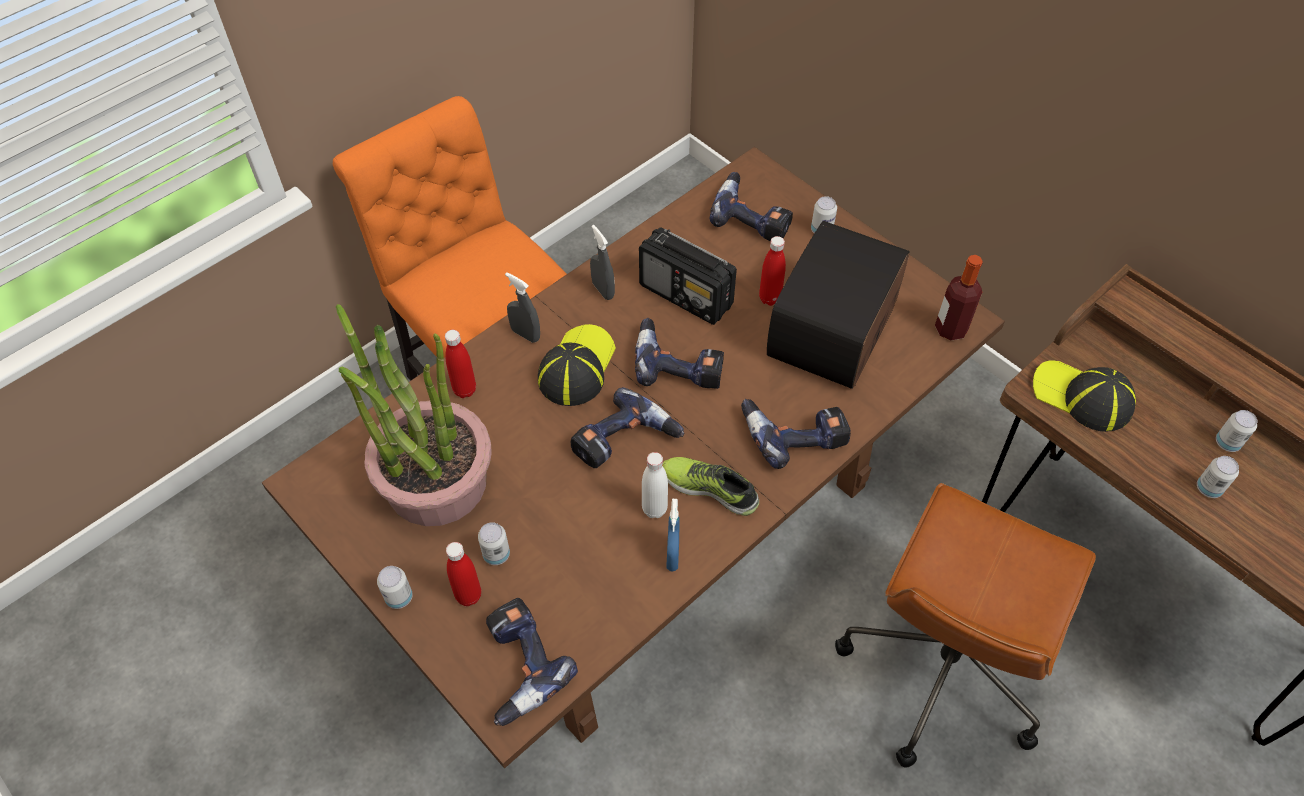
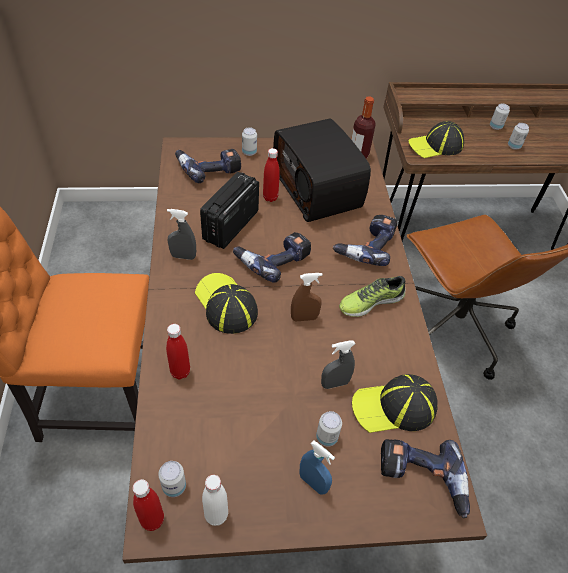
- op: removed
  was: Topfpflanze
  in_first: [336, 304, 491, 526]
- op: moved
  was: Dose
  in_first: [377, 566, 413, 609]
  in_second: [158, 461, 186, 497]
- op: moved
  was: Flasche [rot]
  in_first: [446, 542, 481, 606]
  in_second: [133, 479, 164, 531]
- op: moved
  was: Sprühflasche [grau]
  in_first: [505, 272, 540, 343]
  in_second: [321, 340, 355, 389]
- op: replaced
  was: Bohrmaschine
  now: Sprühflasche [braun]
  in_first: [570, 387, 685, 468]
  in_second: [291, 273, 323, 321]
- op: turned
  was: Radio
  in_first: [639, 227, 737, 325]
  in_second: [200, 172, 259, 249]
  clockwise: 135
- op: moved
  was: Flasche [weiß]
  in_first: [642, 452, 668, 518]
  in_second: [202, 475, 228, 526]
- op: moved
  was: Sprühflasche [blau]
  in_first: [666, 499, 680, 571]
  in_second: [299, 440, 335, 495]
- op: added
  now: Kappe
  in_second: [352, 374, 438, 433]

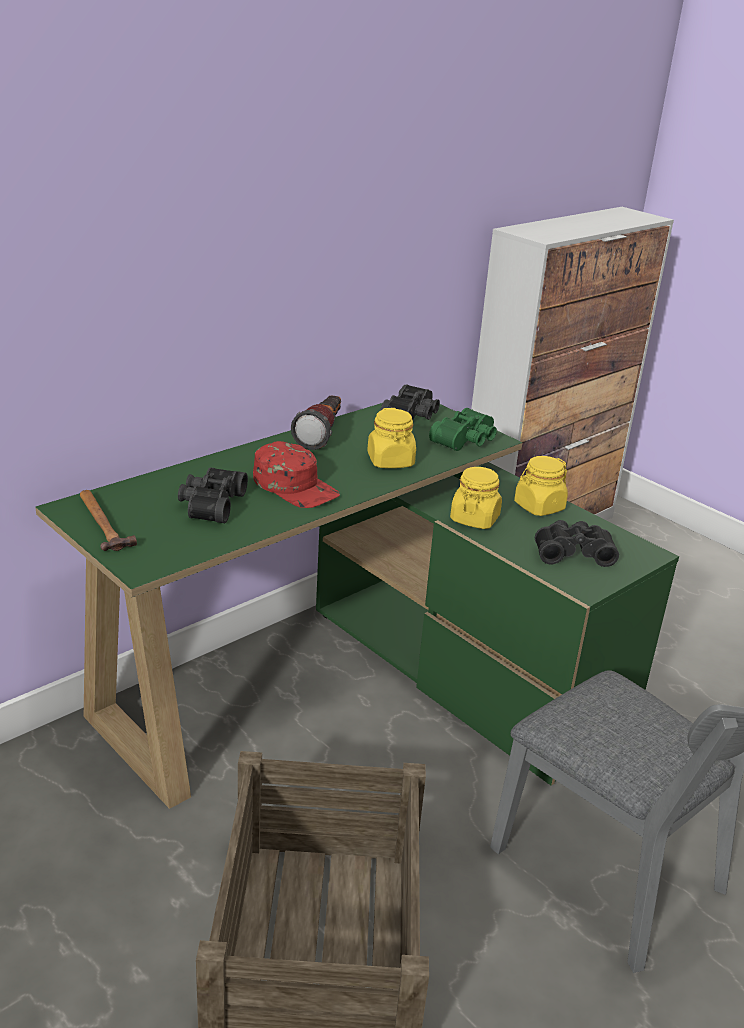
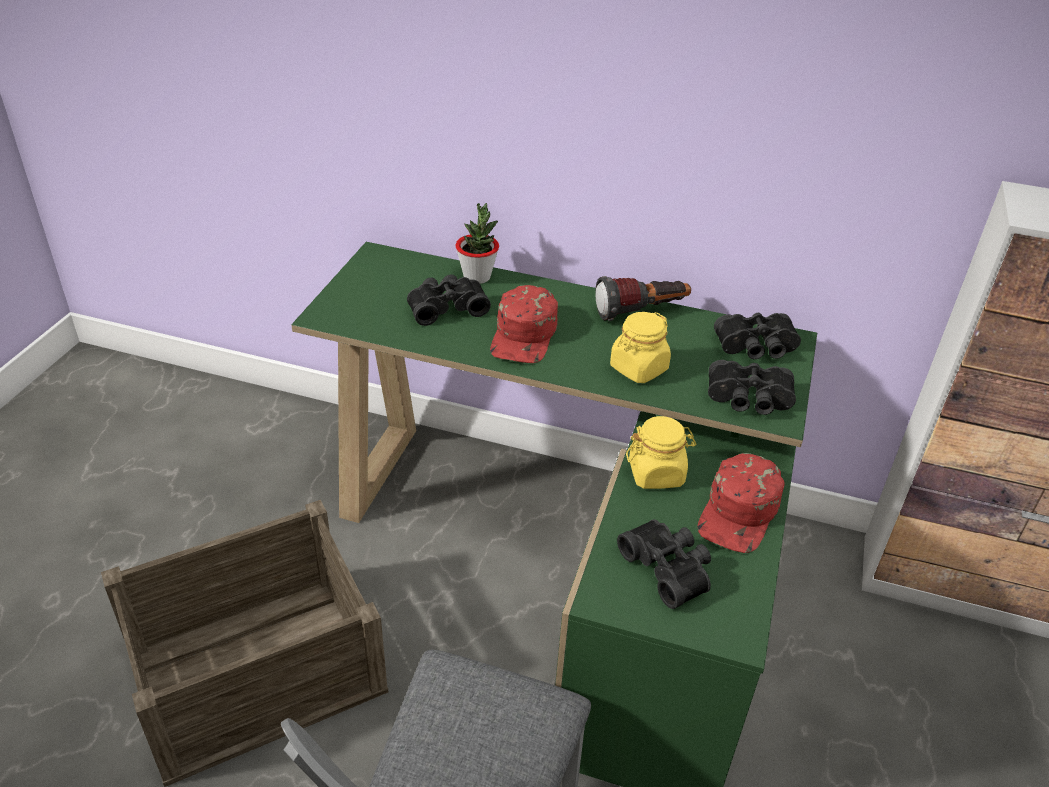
- op: removed
  was: Hammer
  in_first: [80, 490, 137, 551]
- op: recoloured
  was: Fernglas [grün]
  now: Fernglas [schwarz]
  in_first: [429, 408, 497, 451]
  in_second: [708, 360, 796, 415]
- op: replaced
  was: Vorratsglas [gelb]
  now: Kappe [rot]
  in_first: [514, 456, 568, 516]
  in_second: [697, 453, 785, 553]
- op: added
  now: Topfpflanze
  in_second: [456, 203, 499, 284]

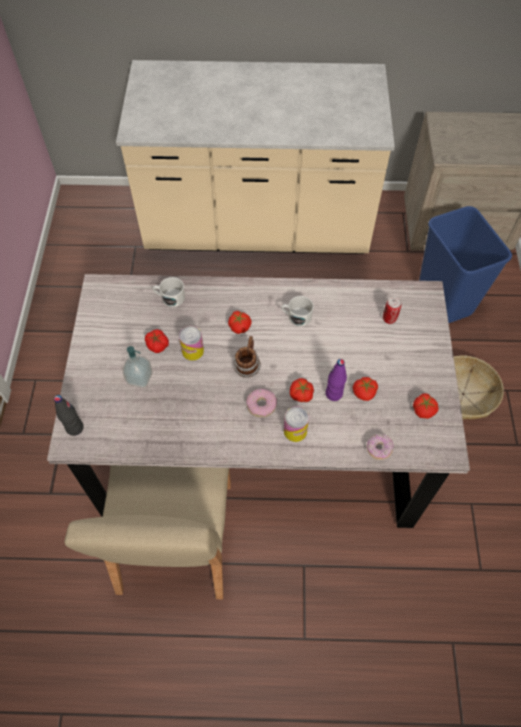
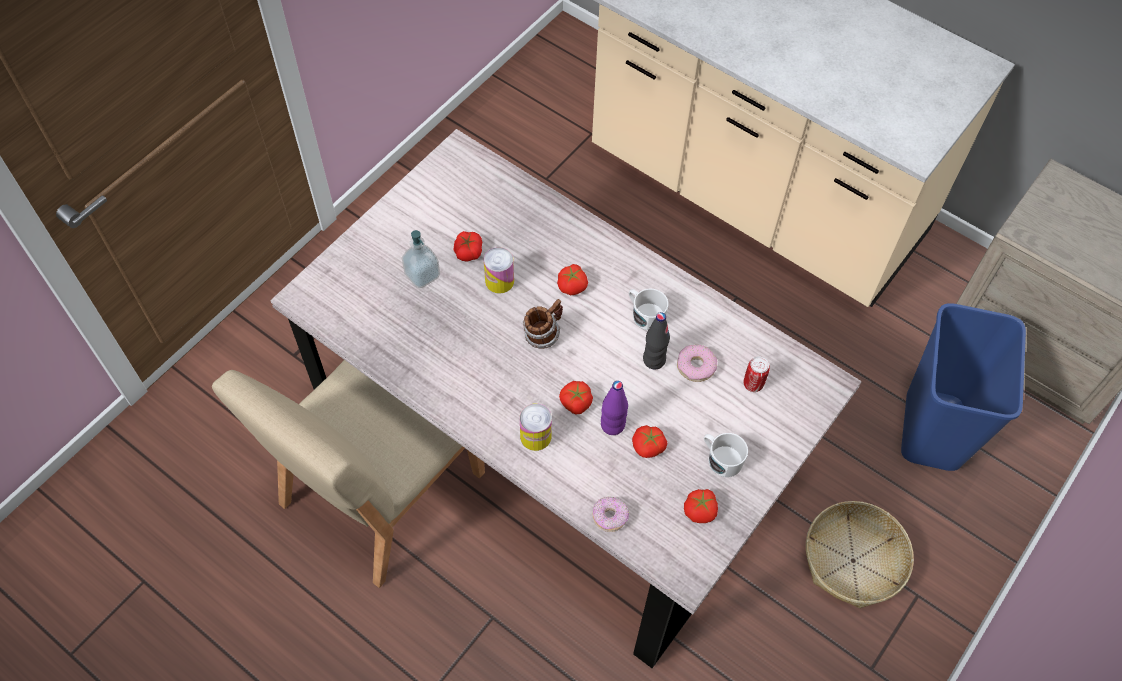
- op: moved
  was: Flasche [schwarz]
  in_first: [54, 395, 84, 436]
  in_second: [643, 312, 670, 370]
- op: moved
  was: Henkelbecher [weiß]
  in_first: [153, 277, 185, 307]
  in_second: [704, 433, 748, 477]
- op: moved
  was: Donut
  in_first: [246, 389, 277, 417]
  in_second: [677, 345, 718, 382]

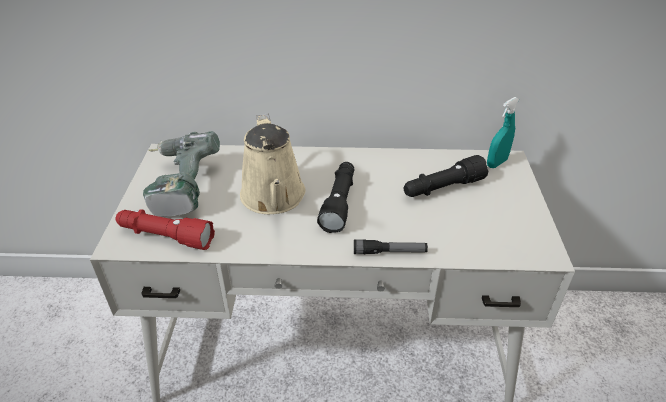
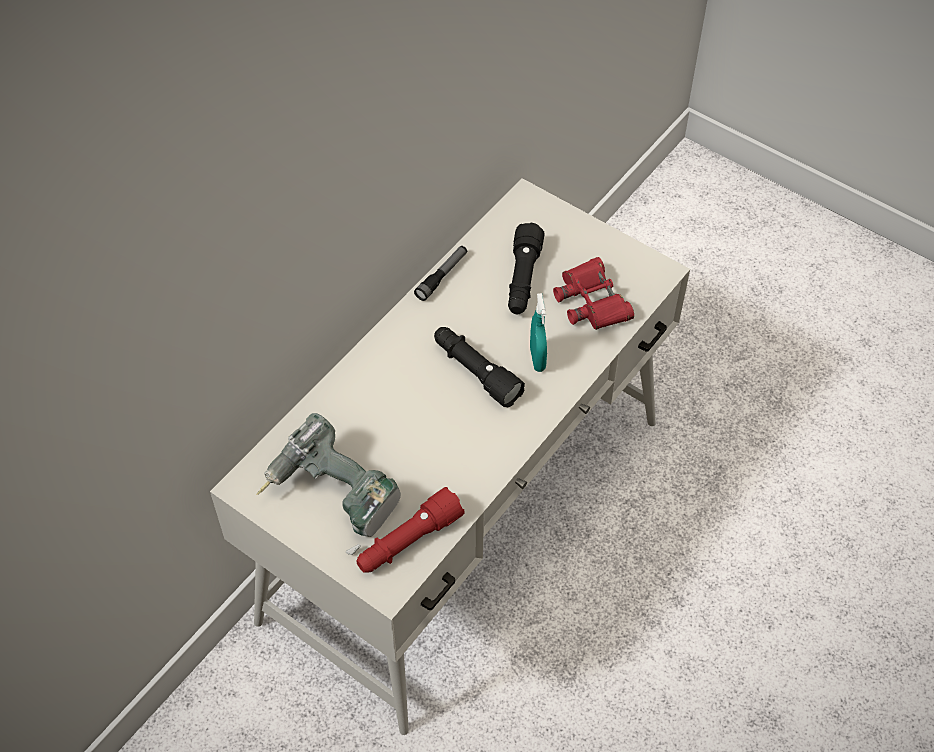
- op: removed
  was: Gießkanne [beige]
  in_first: [240, 113, 306, 214]
- op: moved
  was: Taschenlampe
  in_first: [354, 239, 428, 254]
  in_second: [414, 246, 467, 301]
- op: moved
  was: Sprühflasche [türkis]
  in_first: [487, 97, 519, 168]
  in_second: [530, 293, 547, 372]
- op: added
  now: Fernglas [rot]
  in_second: [553, 257, 634, 330]

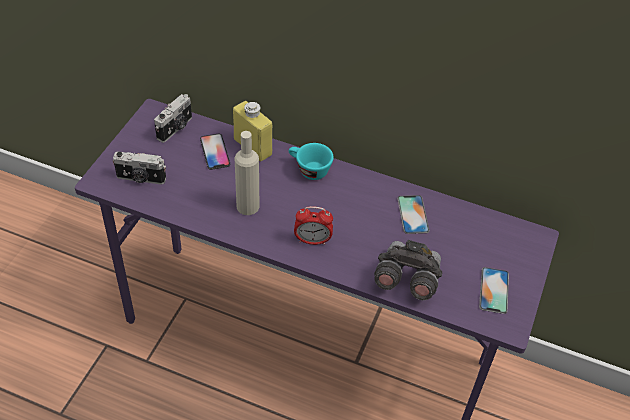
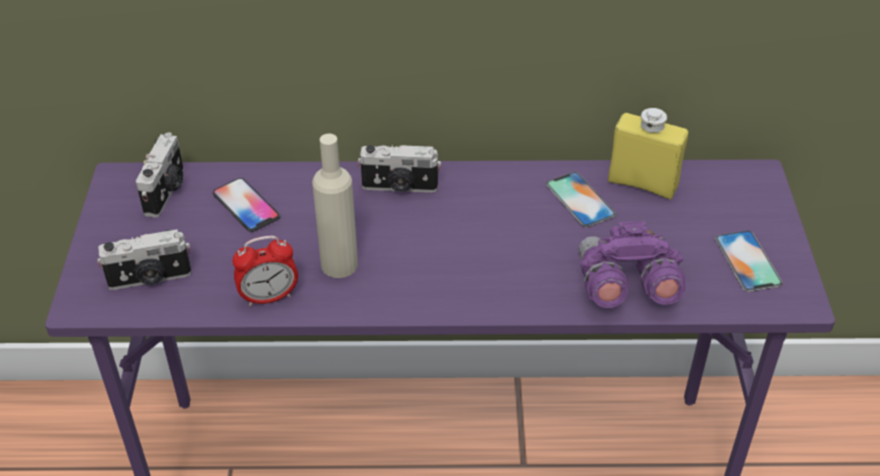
- op: moved
  was: Flasche [gelb]
  in_first: [233, 101, 272, 161]
  in_second: [608, 108, 688, 199]
- op: replaced
  was: Tasse [türkis]
  now: Kamera
  in_first: [289, 143, 334, 180]
  in_second: [358, 145, 441, 193]
- op: moved
  was: Wecker
  in_first: [294, 206, 333, 245]
  in_second: [232, 236, 298, 306]
- op: recoloured
  was: Fernglas [grau]
  now: Fernglas [lila]
  in_first: [374, 240, 442, 300]
  in_second: [578, 221, 686, 308]

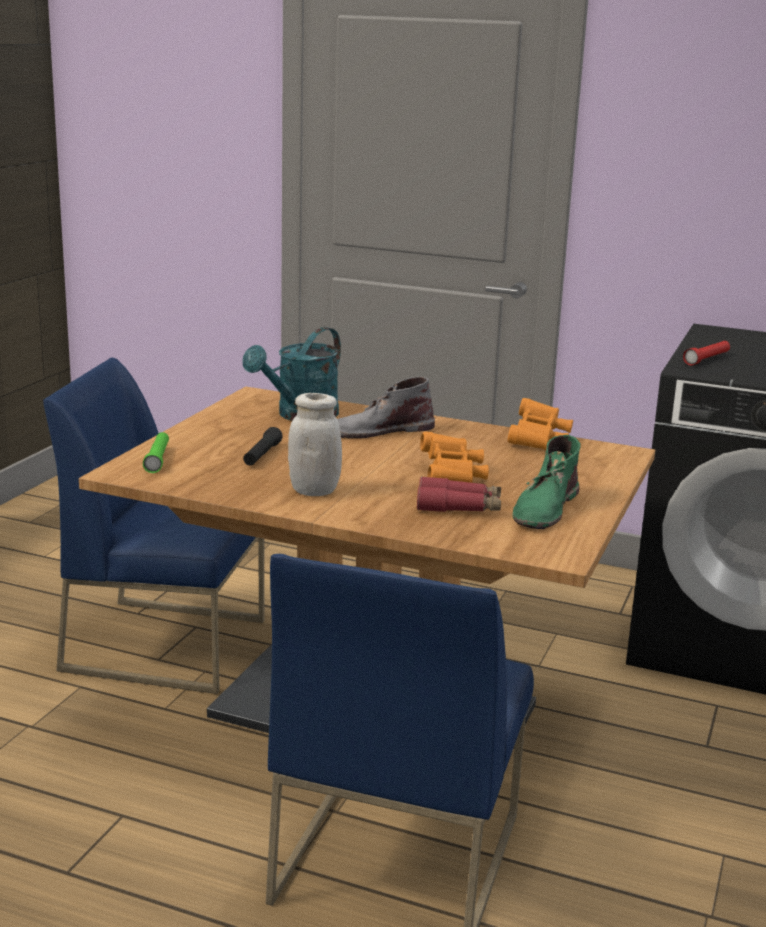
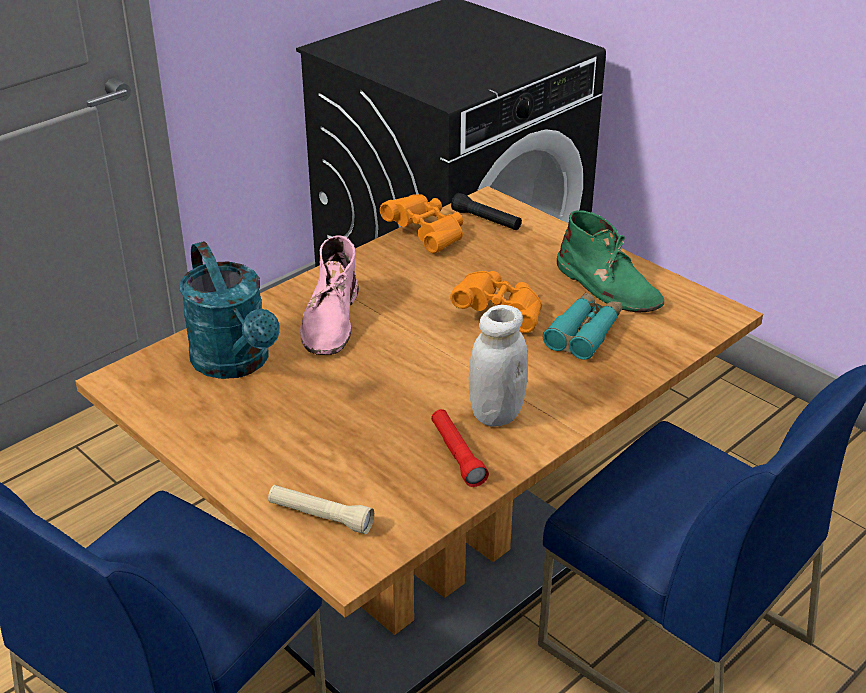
- op: recoloured
  was: Taschenlampe [grün]
  now: Taschenlampe [beige]
  in_first: [143, 432, 169, 473]
  in_second: [268, 485, 374, 534]
- op: moved
  was: Taschenlampe [schwarz]
  in_first: [243, 427, 283, 466]
  in_second: [451, 193, 522, 230]
- op: recoloured
  was: Stiefel [grau]
  now: Stiefel [rosa]
  in_first: [337, 377, 435, 438]
  in_second: [300, 235, 359, 355]
- op: recoloured
  was: Fernglas [rot]
  now: Fernglas [türkis]
  in_first: [417, 477, 501, 512]
  in_second: [543, 292, 622, 360]
- op: moved
  was: Taschenlampe [rot]
  in_first: [683, 341, 730, 365]
  in_second: [431, 409, 489, 487]

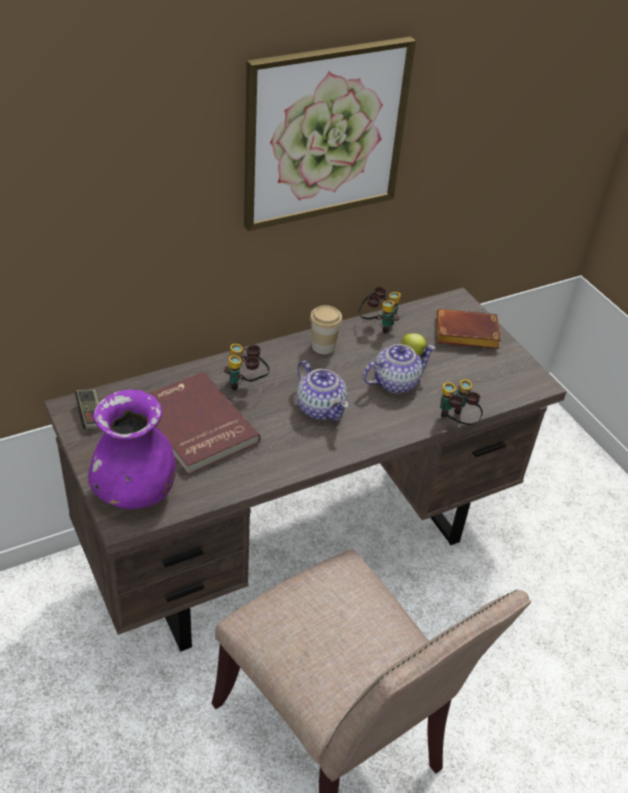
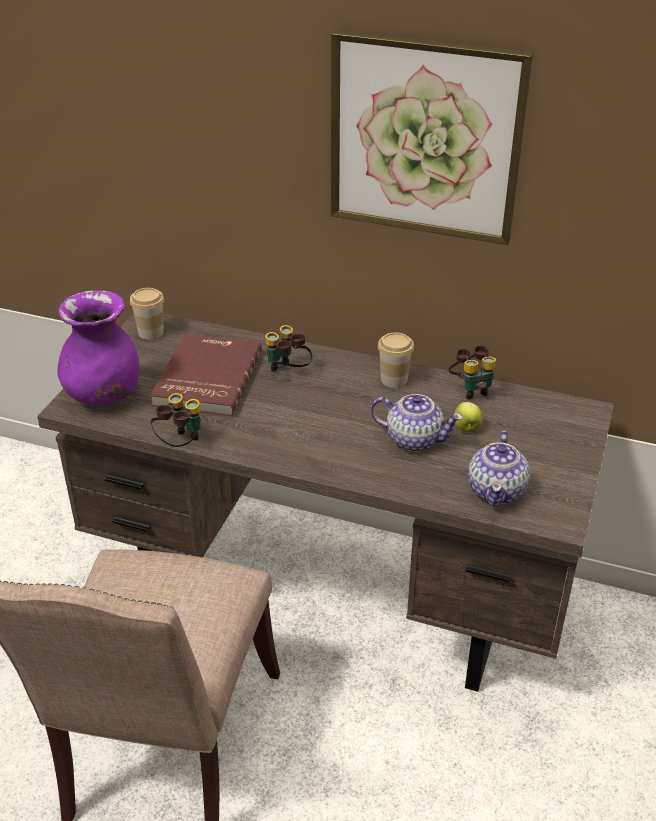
- op: replaced
  was: Gamepad
  now: Tasse
  in_first: [75, 389, 99, 430]
  in_second: [130, 288, 164, 340]
- op: moved
  was: Teekanne
  in_first: [297, 361, 349, 421]
  in_second: [468, 430, 530, 506]
- op: removed
  was: Buch [braun]
  in_first: [436, 309, 501, 349]
- op: moved
  was: Fernglas
  in_first: [440, 379, 483, 425]
  in_second: [151, 393, 201, 447]

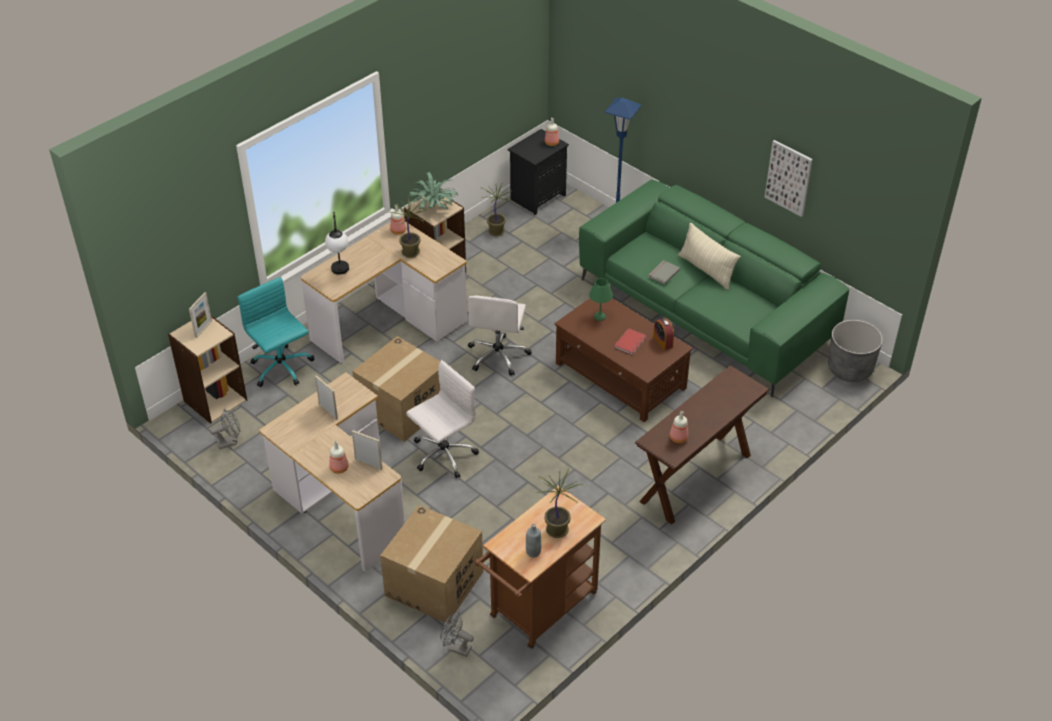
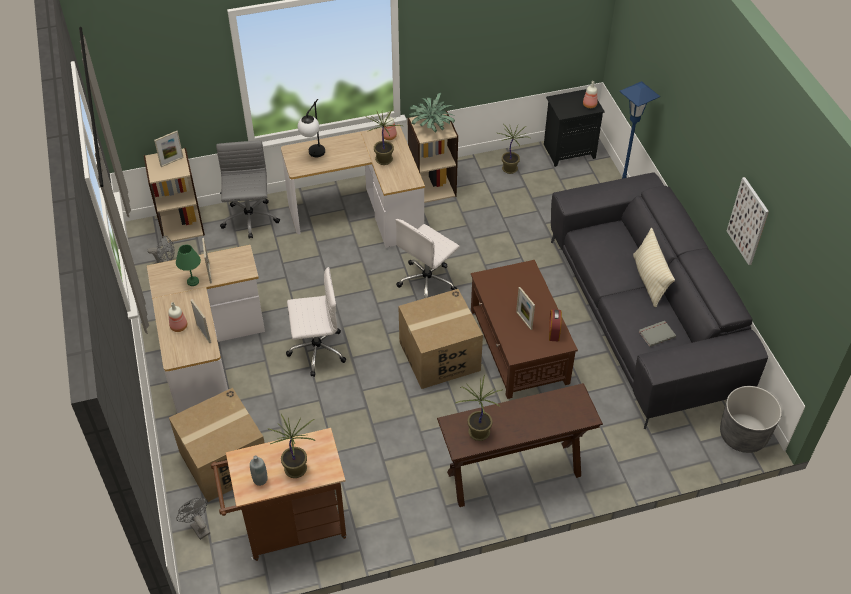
- op: recoloured
  was: Bürostuhl [türkis]
  now: Bürostuhl [grau]
  in_first: [238, 277, 315, 387]
  in_second: [216, 140, 280, 239]
- op: moved
  was: Karton
  in_first: [352, 336, 440, 442]
  in_second: [398, 289, 483, 389]
- op: recoloured
  was: Sofa [grün]
  now: Sofa [grau]
  in_first: [579, 180, 849, 397]
  in_second: [551, 172, 768, 429]
- op: moved
  was: Tischlampe [grün]
  in_first: [589, 278, 613, 321]
  in_second: [176, 245, 201, 286]
- op: replaced
  was: Buch [rot]
  now: Bilderrahmen
  in_first: [614, 328, 647, 355]
  in_second: [516, 287, 535, 330]
- op: moved
  was: Buch [grau]
  in_first: [649, 260, 680, 284]
  in_second: [639, 321, 676, 347]
- op: replaced
  was: Flasche
  now: Topfpflanze
  in_first: [670, 411, 688, 443]
  in_second: [456, 375, 503, 441]

